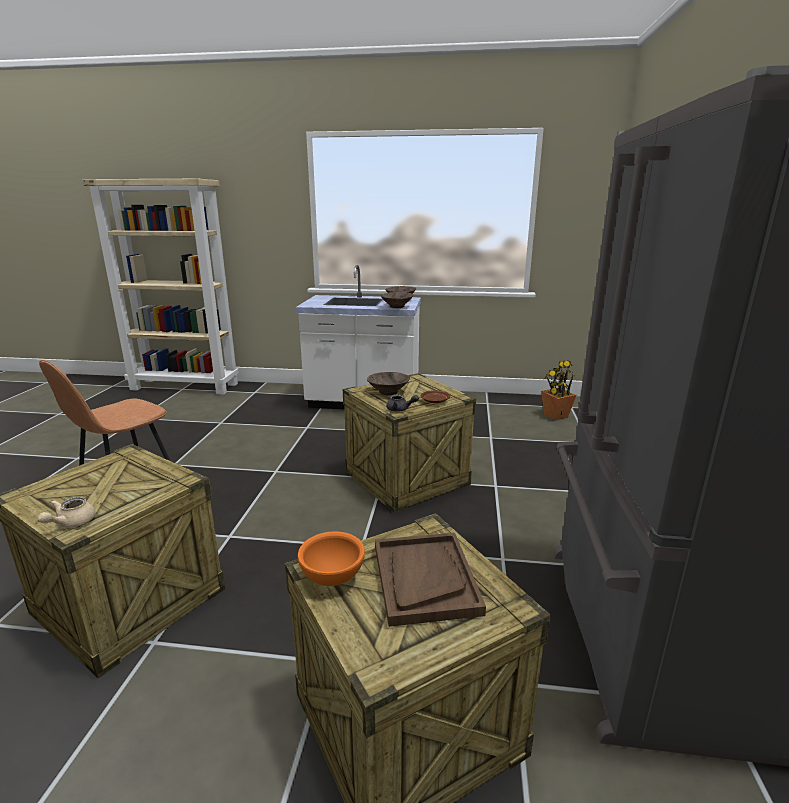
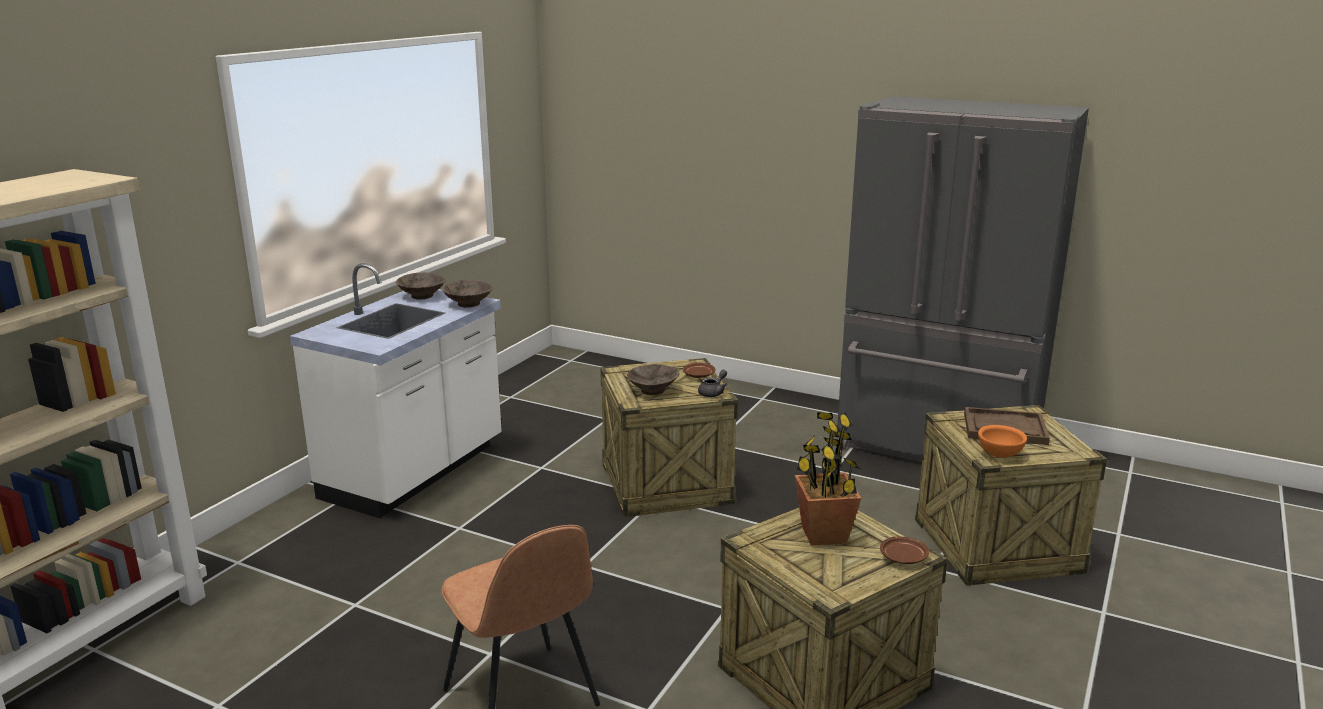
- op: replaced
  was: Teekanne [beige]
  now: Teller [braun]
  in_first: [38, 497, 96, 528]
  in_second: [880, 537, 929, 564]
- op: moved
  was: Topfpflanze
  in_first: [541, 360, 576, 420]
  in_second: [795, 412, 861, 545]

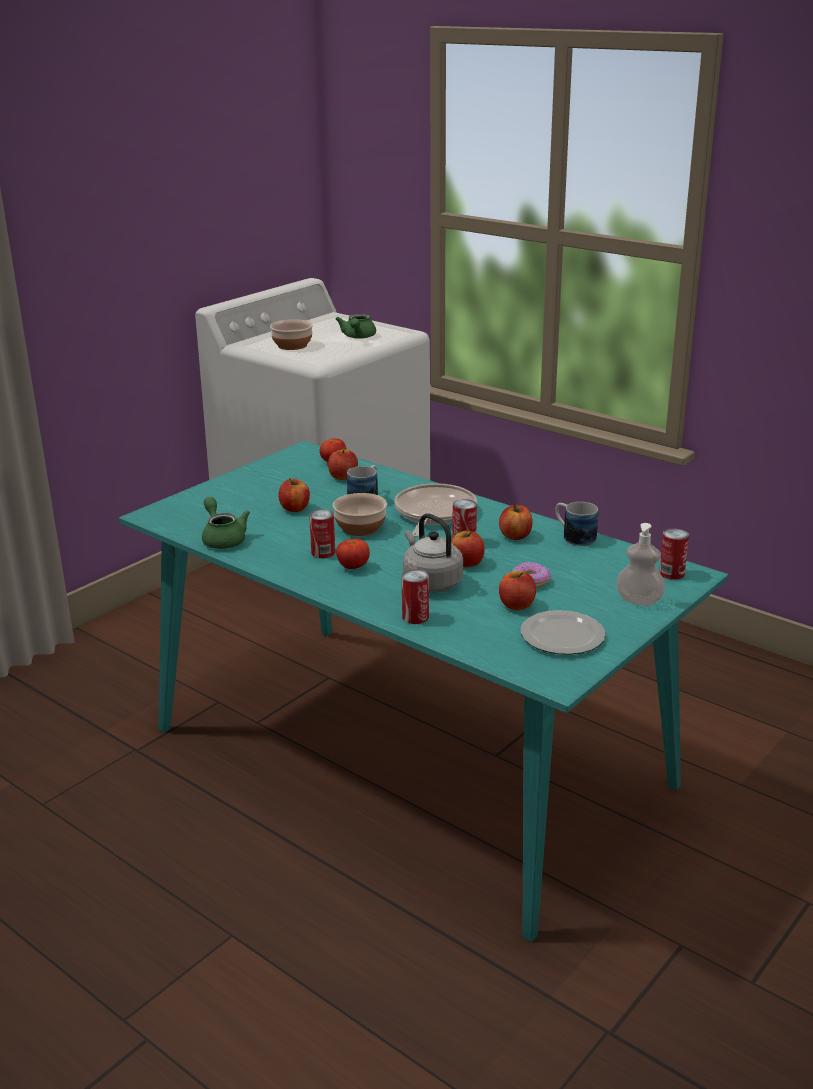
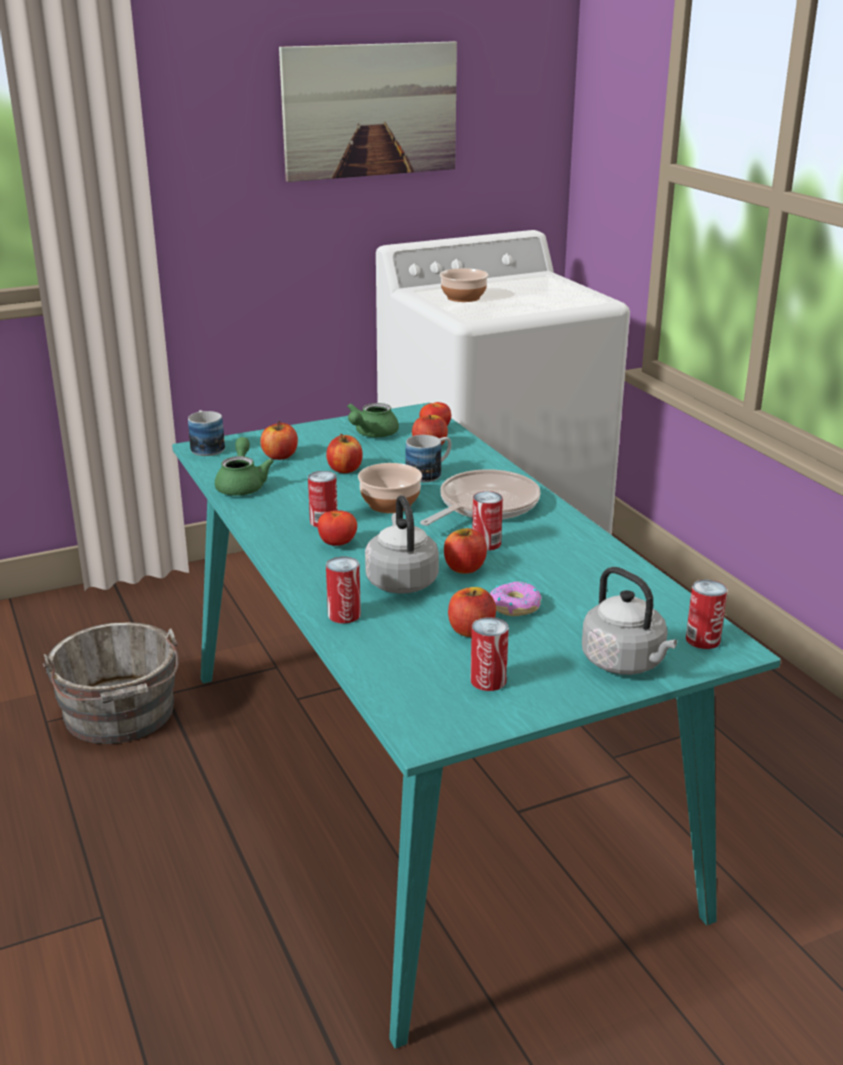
- op: moved
  was: Teekanne [grün]
  in_first: [336, 314, 376, 339]
  in_second: [347, 403, 399, 437]
- op: moved
  was: Apfel
  in_first: [499, 503, 533, 540]
  in_second: [260, 421, 298, 460]
- op: replaced
  was: Teller
  now: Dose
  in_first: [521, 610, 605, 655]
  in_second: [471, 617, 509, 691]
- op: moved
  was: Henkelbecher
  in_first: [556, 502, 598, 546]
  in_second: [188, 410, 225, 456]
- op: replaced
  was: Seifenspender
  now: Wasserkessel [grau]
  in_first: [616, 523, 665, 606]
  in_second: [582, 567, 677, 675]
- op: added
  now: Eimer [grau]
  in_second: [43, 622, 179, 744]
- op: added
  now: Bild
  in_second: [279, 41, 457, 182]

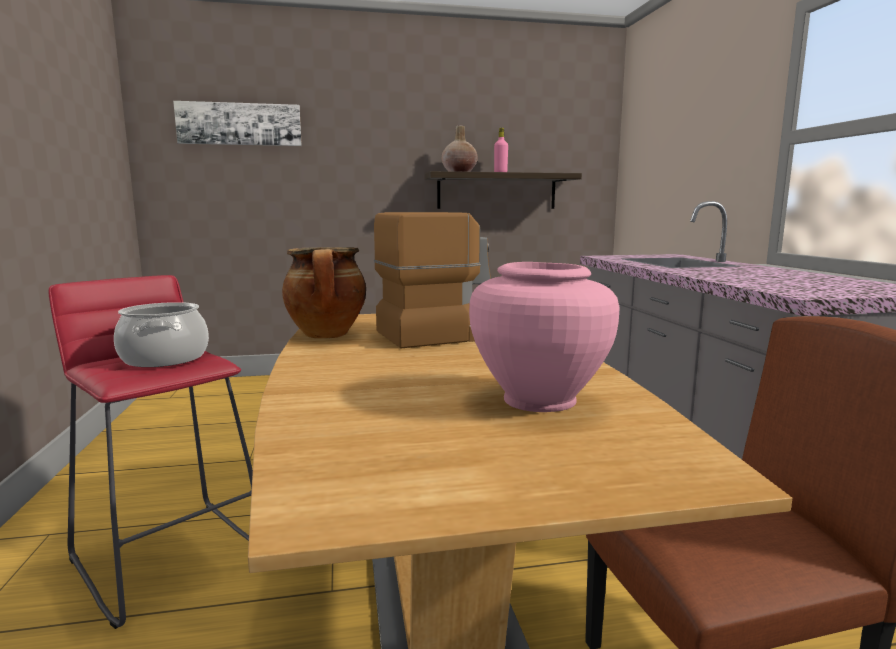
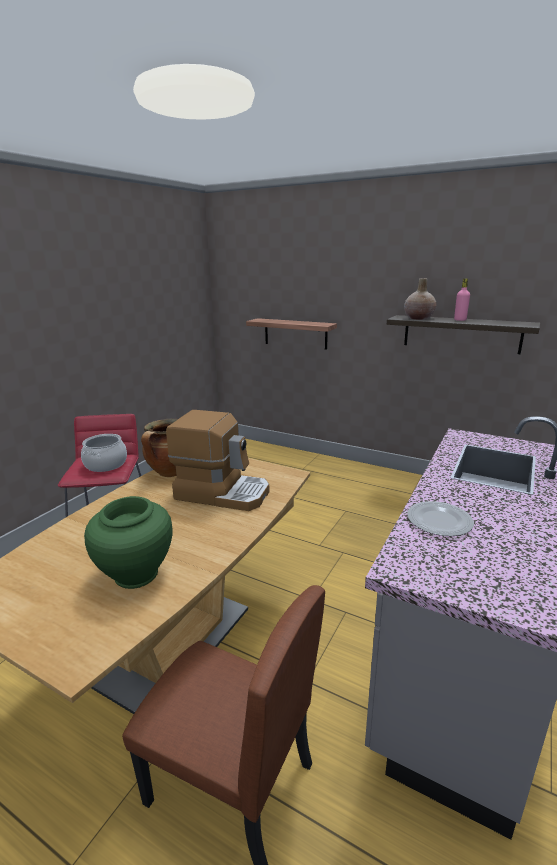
- op: removed
  was: Bild
  in_first: [173, 101, 302, 146]
- op: recoloured
  was: Vase [rosa]
  now: Vase [grün]
  in_first: [469, 262, 619, 412]
  in_second: [84, 496, 173, 589]
- op: added
  now: Wandregal
  in_second: [246, 318, 337, 350]
- op: added
  now: Teller
  in_second: [407, 501, 474, 536]

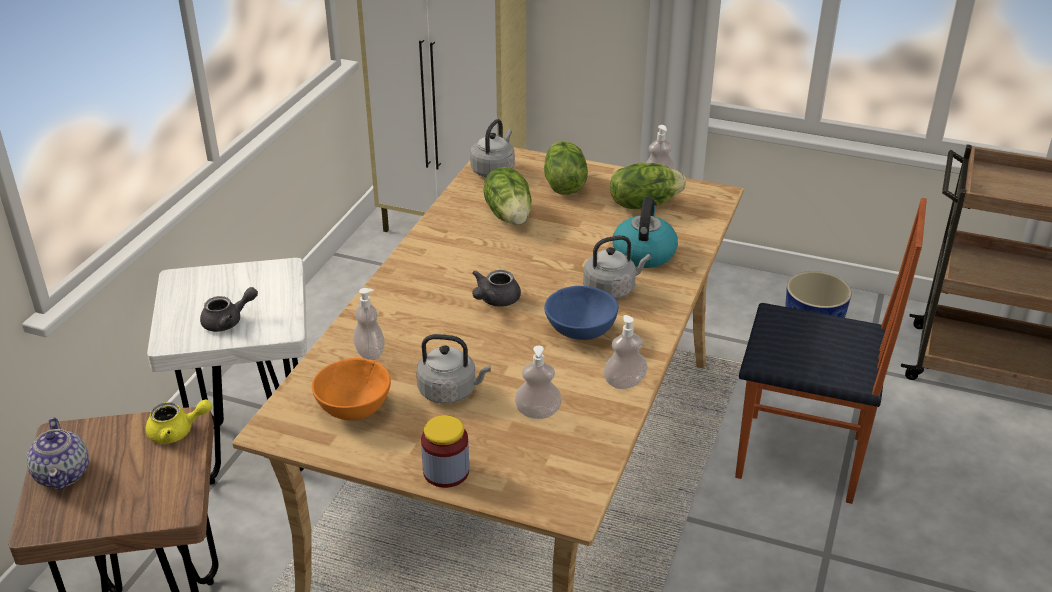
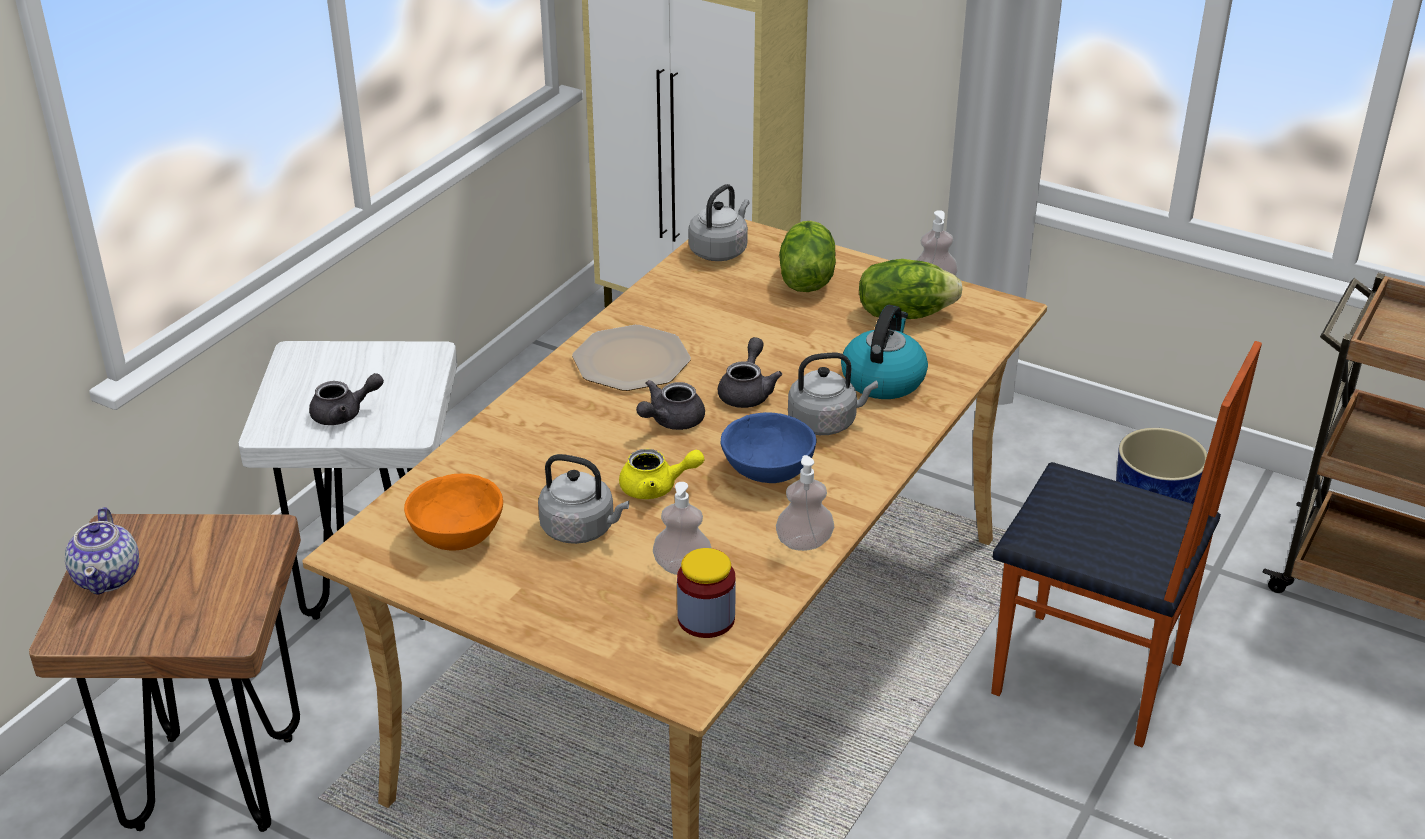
- op: moved
  was: Teekanne [gelb]
  in_first: [146, 400, 212, 444]
  in_second: [619, 449, 704, 499]
- op: removed
  was: Seifenspender
  in_first: [353, 288, 385, 360]
- op: moved
  was: Vorratsglas
  in_first: [421, 415, 469, 488]
  in_second: [677, 548, 736, 638]
- op: removed
  was: Salatkopf
  in_first: [483, 167, 532, 225]
- op: added
  now: Teller
  in_second: [572, 325, 691, 391]
- op: added
  now: Teekanne [grau]
  in_second: [718, 337, 782, 408]

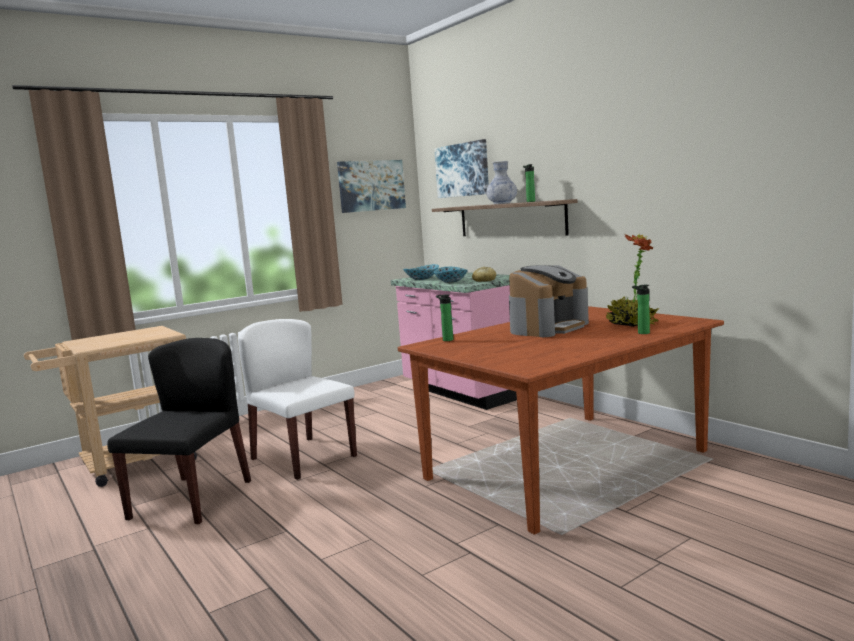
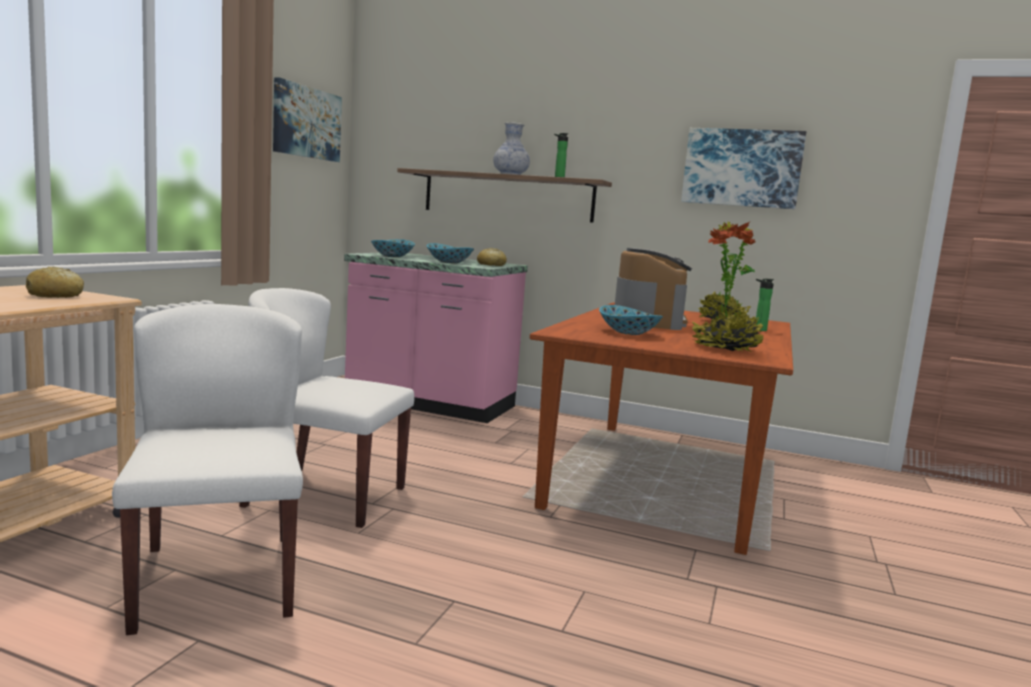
- op: recoloured
  was: Stuhl [schwarz]
  now: Stuhl [weiß]
  in_first: [107, 338, 251, 524]
  in_second: [112, 304, 303, 635]
- op: moved
  was: Bild
  in_first: [434, 139, 489, 198]
  in_second: [681, 128, 806, 209]
- op: removed
  was: Flasche
  in_first: [436, 294, 453, 341]
- op: added
  now: Brot
  in_second: [26, 266, 84, 298]
- op: added
  now: Schüssel
  in_second: [599, 305, 663, 335]
- op: added
  now: Topfpflanze
  in_second: [691, 221, 764, 351]

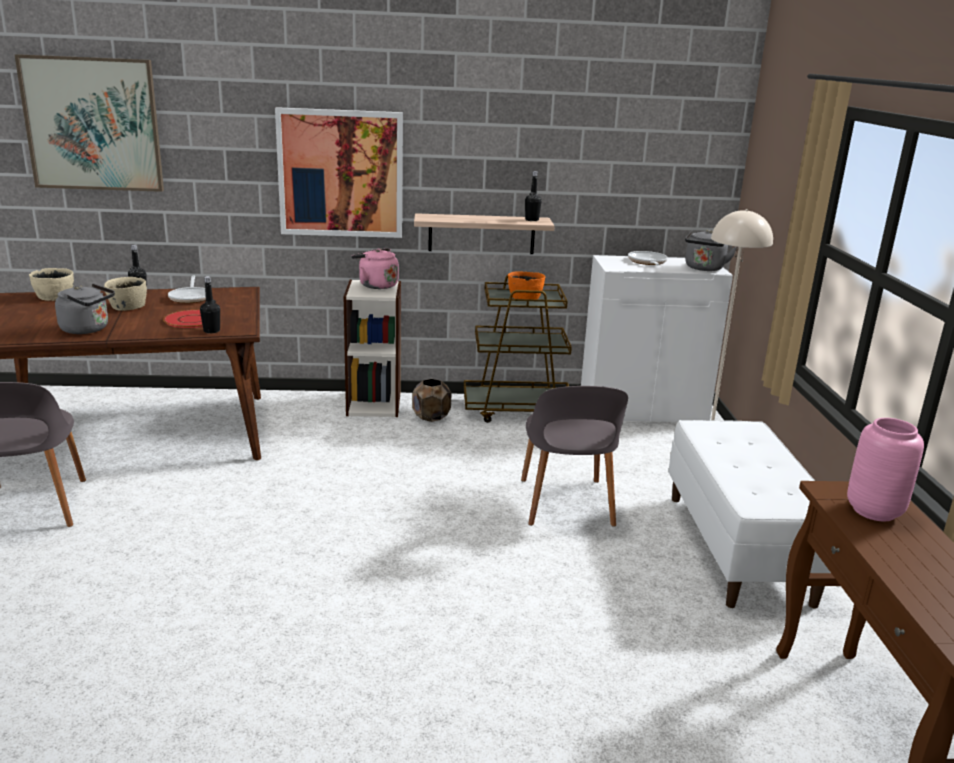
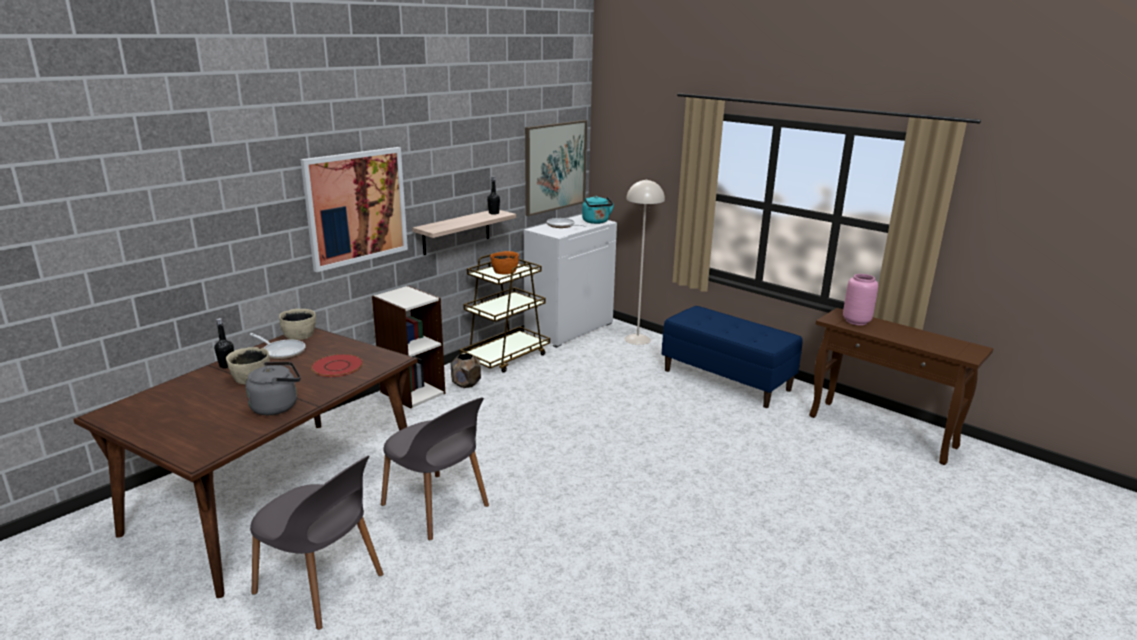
- op: moved
  was: Bild
  in_first: [14, 54, 164, 192]
  in_second: [525, 120, 587, 216]
- op: moved
  was: Schüssel [beige]
  in_first: [29, 268, 74, 301]
  in_second: [279, 309, 316, 340]
- op: removed
  was: Flasche [schwarz]
  in_first: [200, 276, 220, 333]
- op: removed
  was: Wasserkessel [rosa]
  in_first: [351, 248, 398, 289]
- op: moved
  was: Stuhl [grau]
  in_first: [521, 386, 628, 526]
  in_second: [381, 398, 489, 540]
- op: recoloured
  was: Bank [weiß]
  now: Bank [blau]
  in_first: [668, 420, 831, 609]
  in_second: [662, 306, 803, 408]
- op: recoloured
  was: Wasserkessel [grau]
  now: Wasserkessel [türkis]
  in_first: [685, 230, 737, 271]
  in_second: [582, 196, 614, 224]

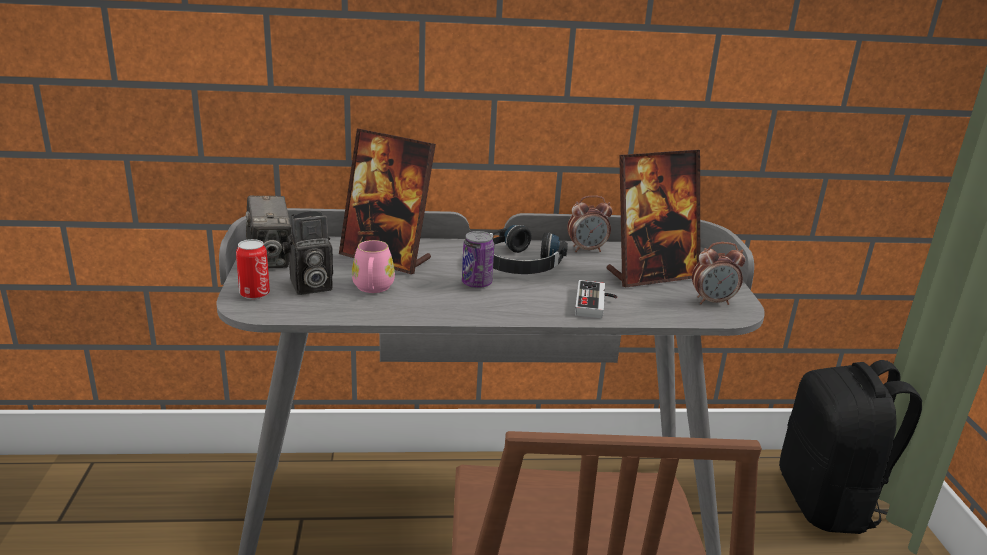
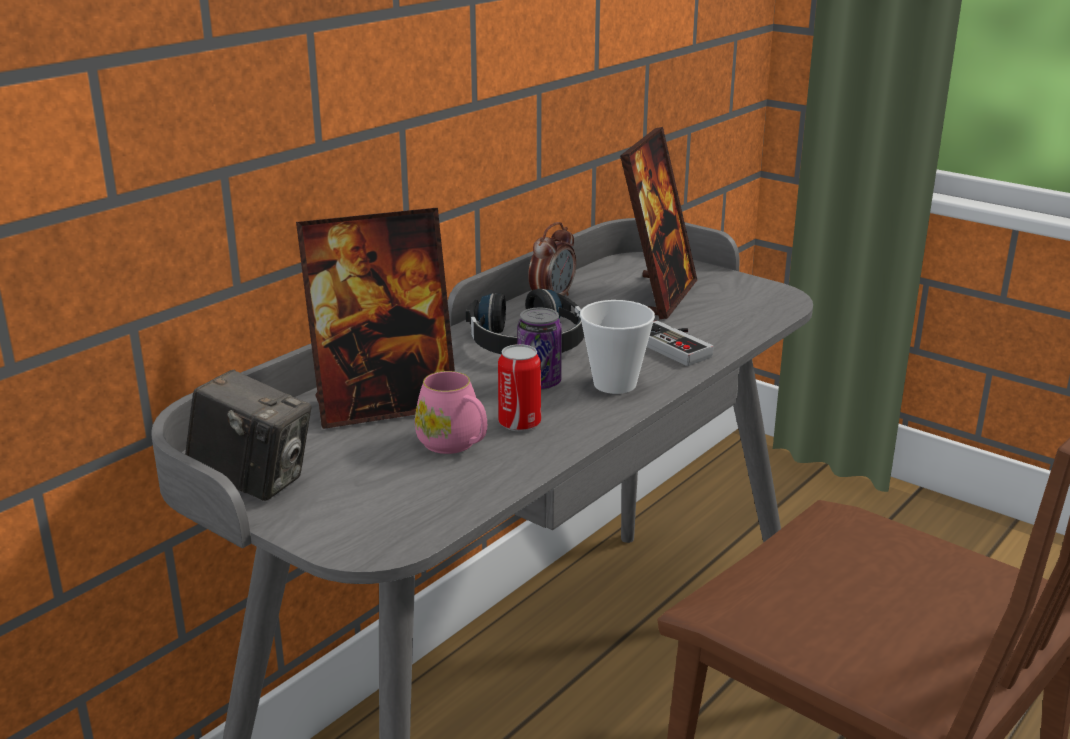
- op: moved
  was: Dose
  in_first: [236, 239, 270, 299]
  in_second: [498, 344, 541, 431]
- op: removed
  was: Kamera
  in_first: [282, 211, 333, 295]
- op: removed
  was: Wecker
  in_first: [692, 242, 745, 305]
- op: removed
  was: Rucksack [schwarz]
  in_first: [779, 360, 922, 534]
- op: added
  now: Tasse
  in_second: [580, 300, 655, 394]

